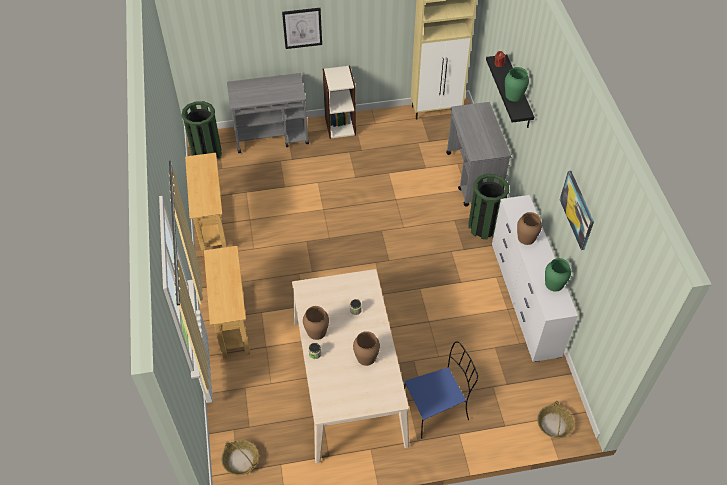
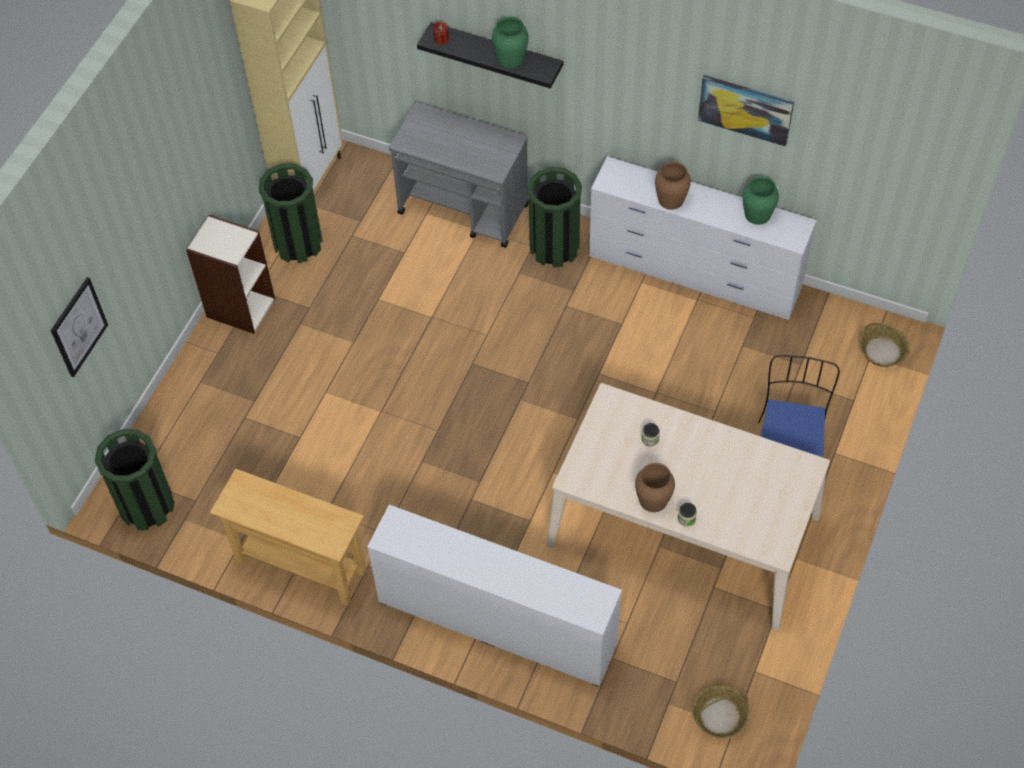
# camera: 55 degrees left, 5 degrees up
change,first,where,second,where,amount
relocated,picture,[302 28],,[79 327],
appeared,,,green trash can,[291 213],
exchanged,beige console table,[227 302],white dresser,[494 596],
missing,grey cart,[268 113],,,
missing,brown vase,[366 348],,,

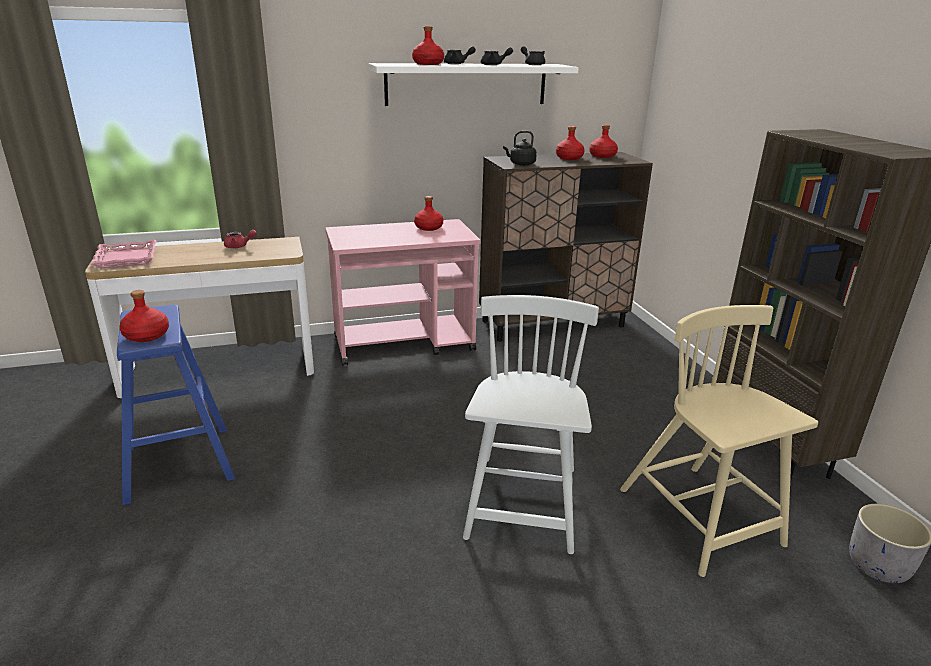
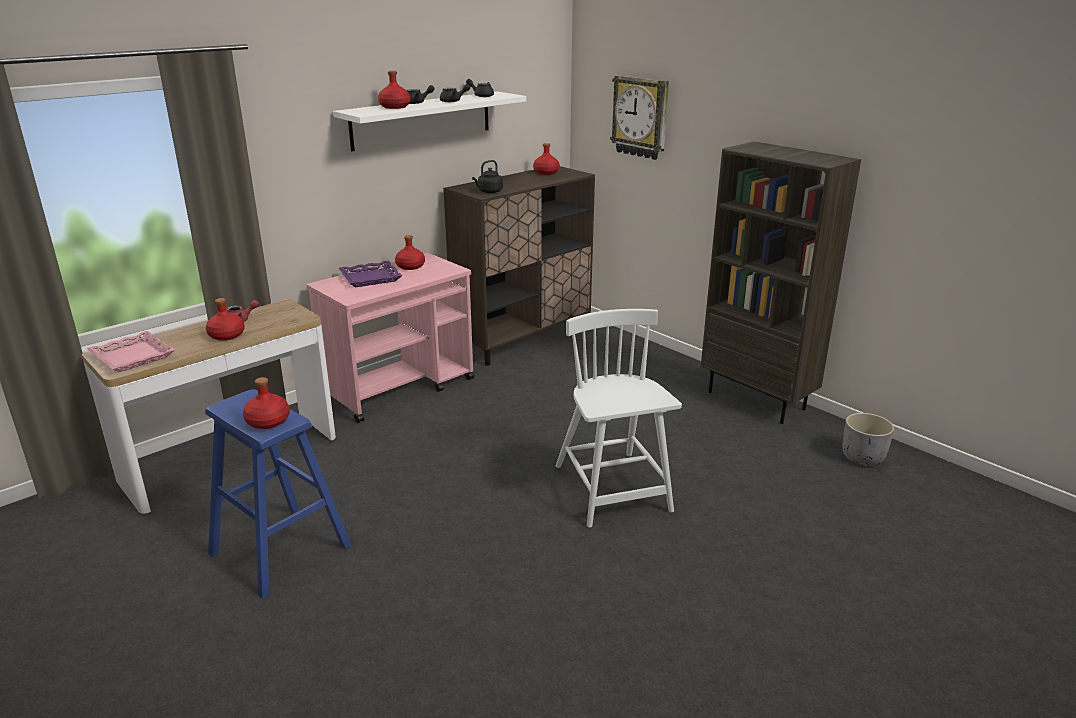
# camera: 25 degrees left, 0 degrees up
change,first,where,second,where,amount
relocated,red bottle,[570 143],,[225 319],
appeared,,,purple tray,[371 274],
appeared,,,wall clock,[639 117],
missing,beige chair,[719 441],,,

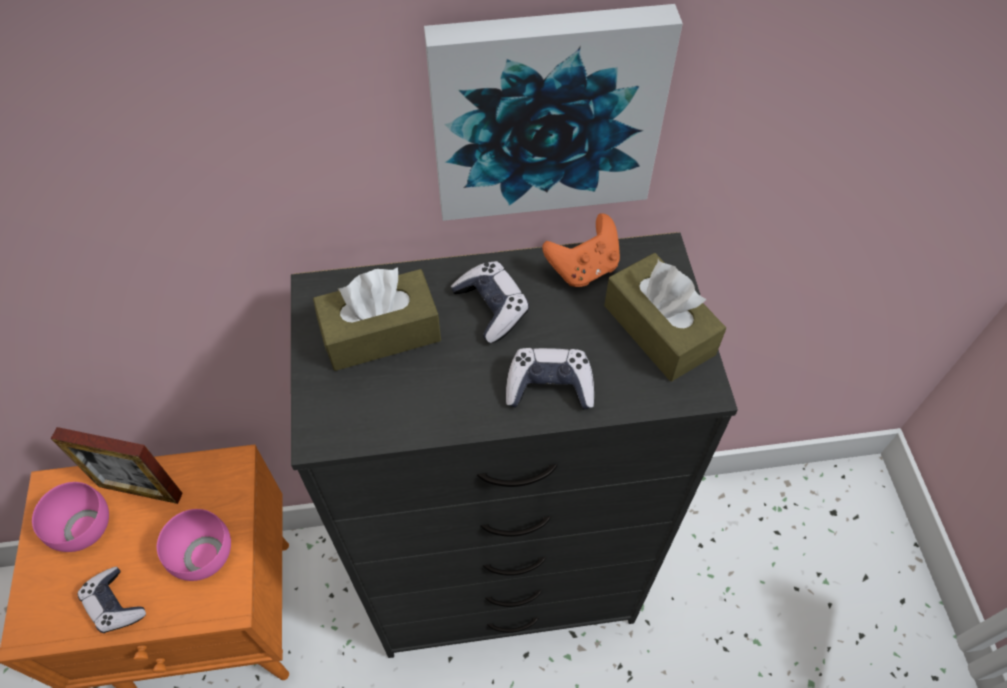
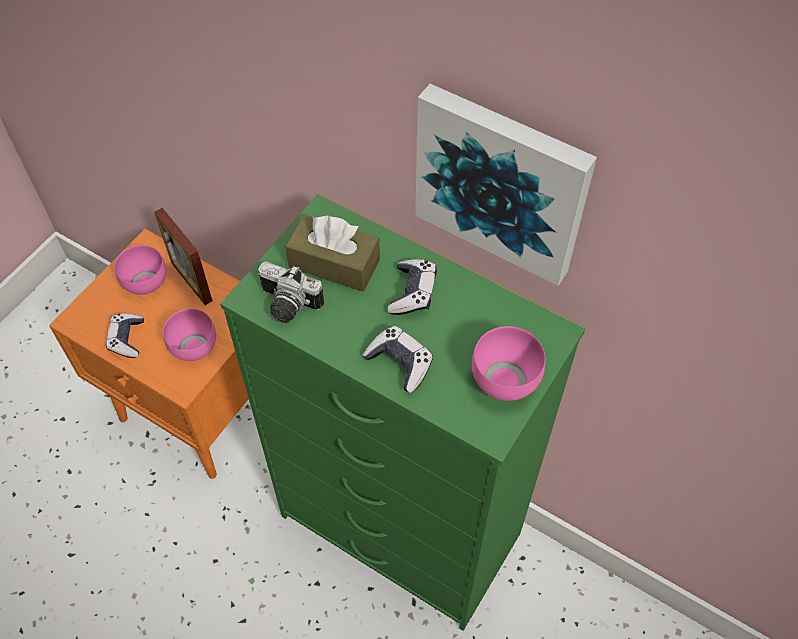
# camera: 40 degrees right, 0 degrees up
change,first,where,second,where,amount
colour,black dresser,[514 445],green dresser,[403 412],
appeared,,,photo camera,[291 292],
exchanged,brown tissue box,[665 317],pink bowl,[508 363],
missing,orange game controller,[581 250],,,

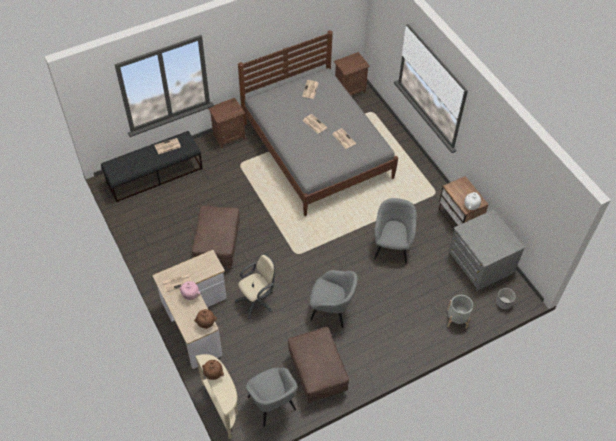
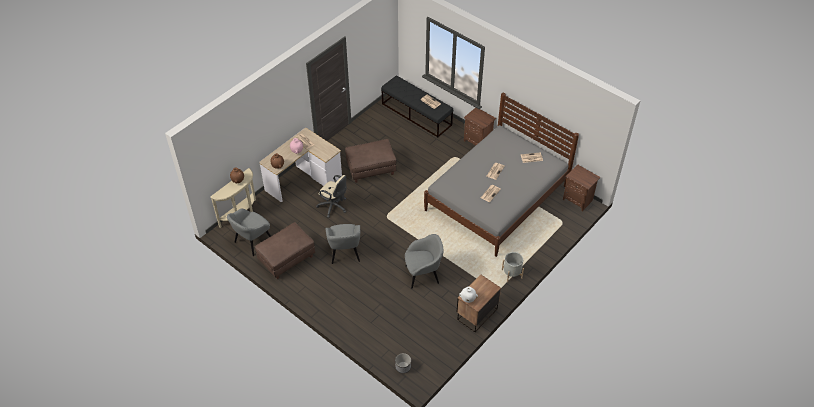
# camera: 70 degrees right, 5 degrees down
change,first,where,second,where,amount
relocated,grey planter,[460 312],,[513 267],
missing,grey dresser,[486 250],,,

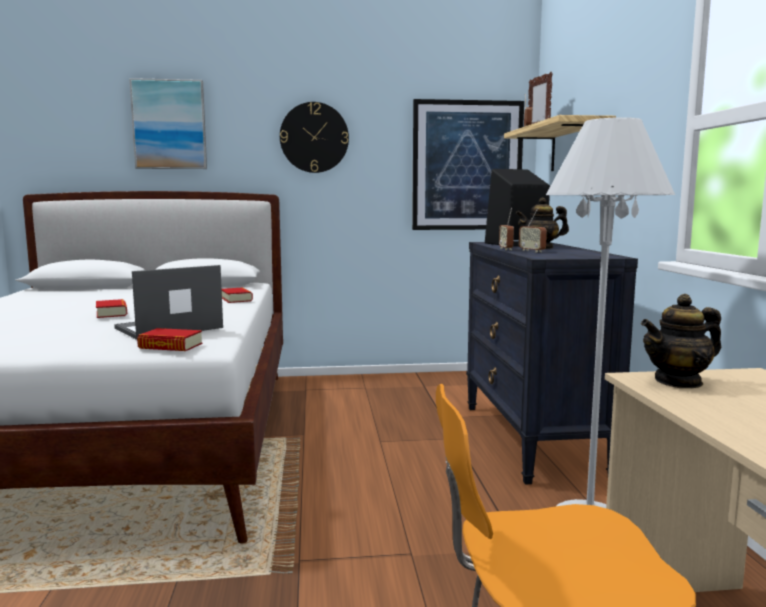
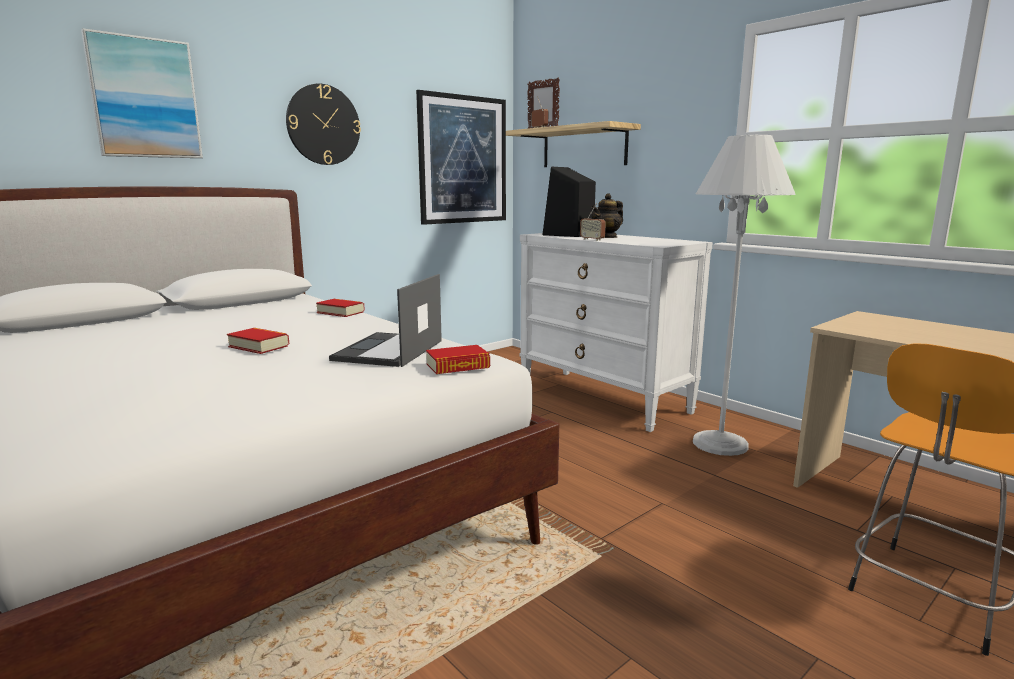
# camera: 35 degrees left, 5 degrees up
change,first,where,second,where,amount
colour,black dresser,[552 363],white dresser,[616 332],
missing,radio,[533 230],,,
missing,teapot,[681 341],,,

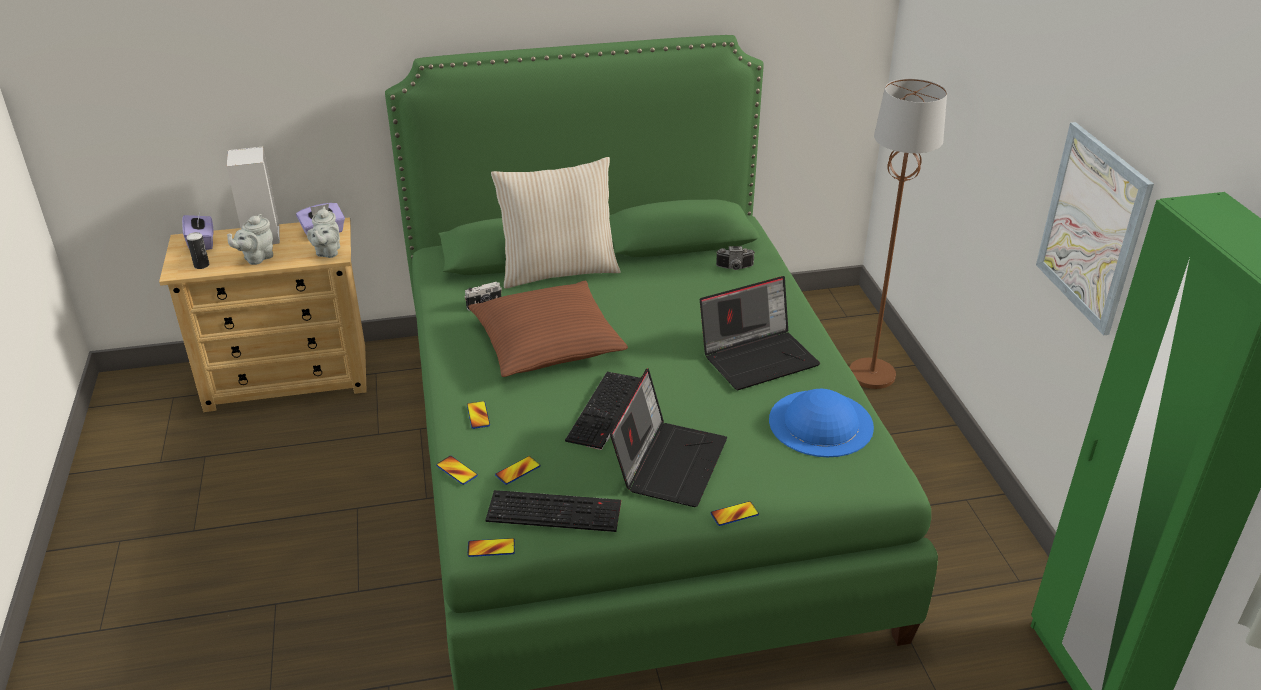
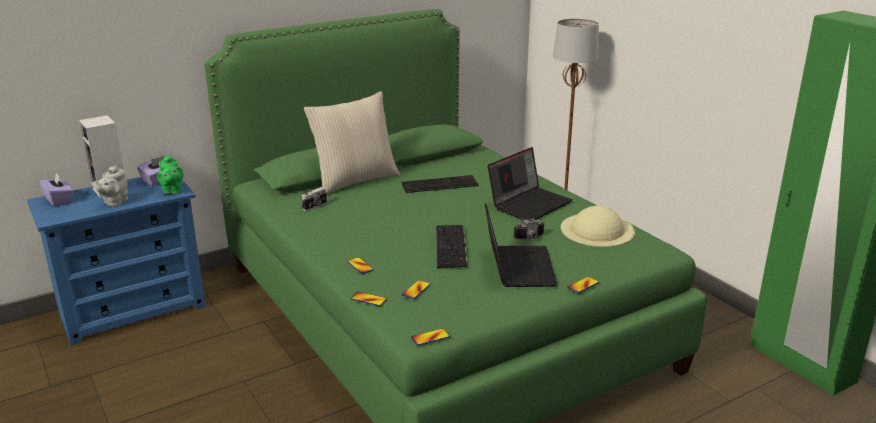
# camera: 20 degrees left, 10 degrees down
change,first,where,second,where,amount
colour,beige dresser,[263 314],blue dresser,[116 261],
colour,grey teapot,[323 232],green teapot,[170 174],
relocated,keyboard,[553 511],,[440 184],
relocated,photo camera,[735 258],,[529 229],
colour,blue hat,[821 423],beige hat,[598 226],
missing,can,[198 250],,,
missing,brown pillow,[548 329],,,
missing,picture,[1095 228],,,

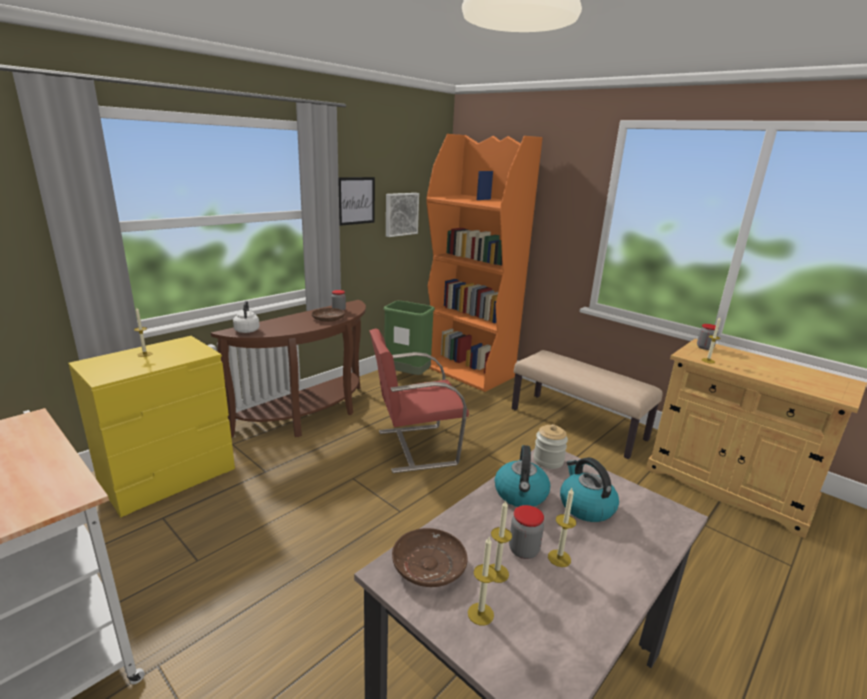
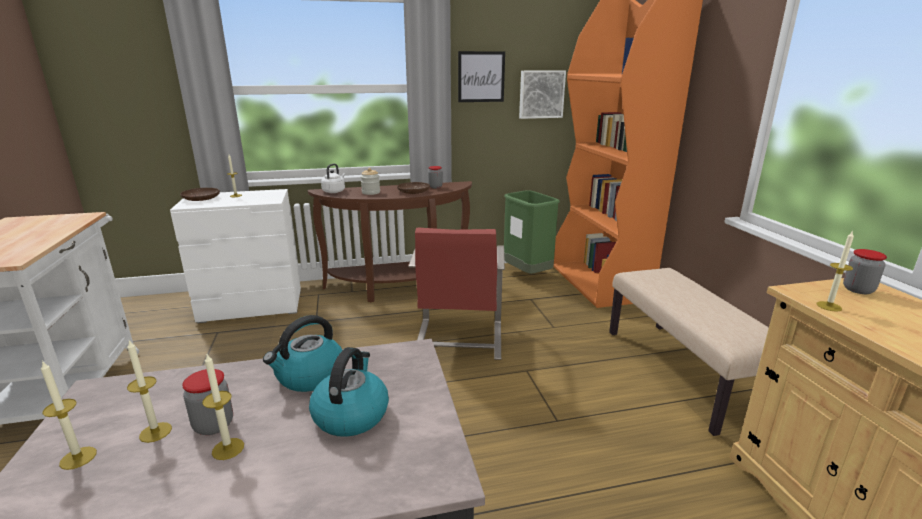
# camera: 35 degrees right, 0 degrees up
change,first,where,second,where,amount
colour,yellow dresser,[151 427],white dresser,[235 256],
relocated,brown plate,[430 557],,[200 194],
relocated,jar,[550 446],,[370 181],
spun,red chair,[419 400],,[457 294],105 degrees counterclockwise

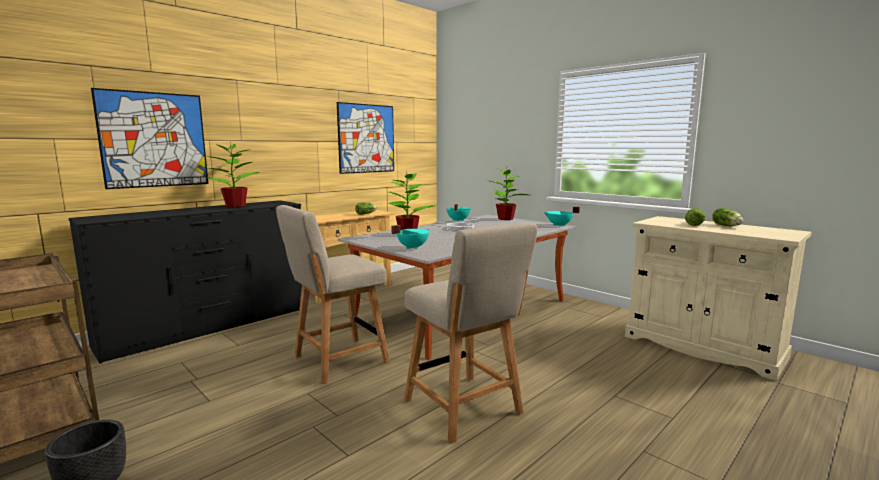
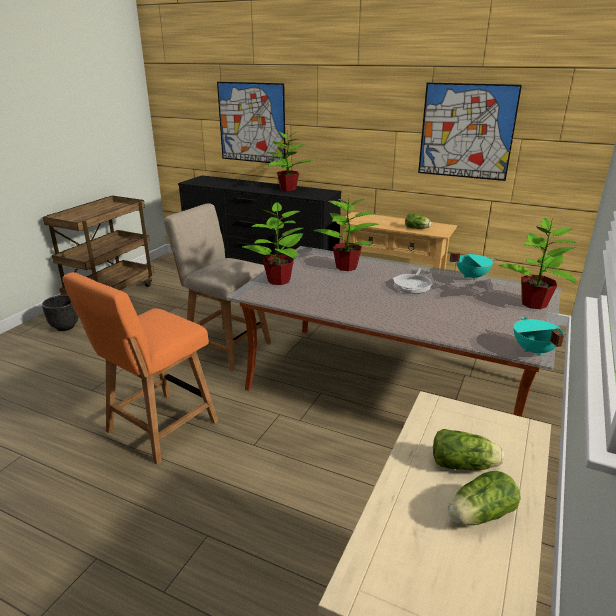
# camera: 70 degrees right, 15 degrees up
change,first,where,second,where,amount
colour,beige chair,[471 333],orange chair,[140 368],
exchanged,turquoise cooking pot,[410 237],potted plant,[272 243],

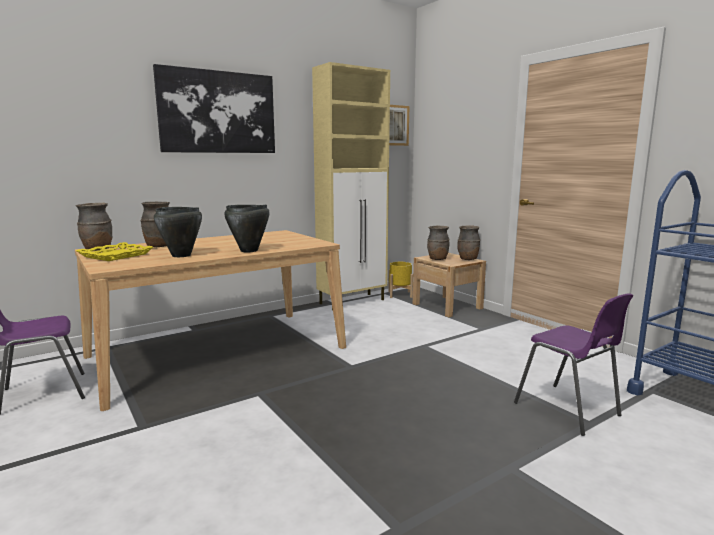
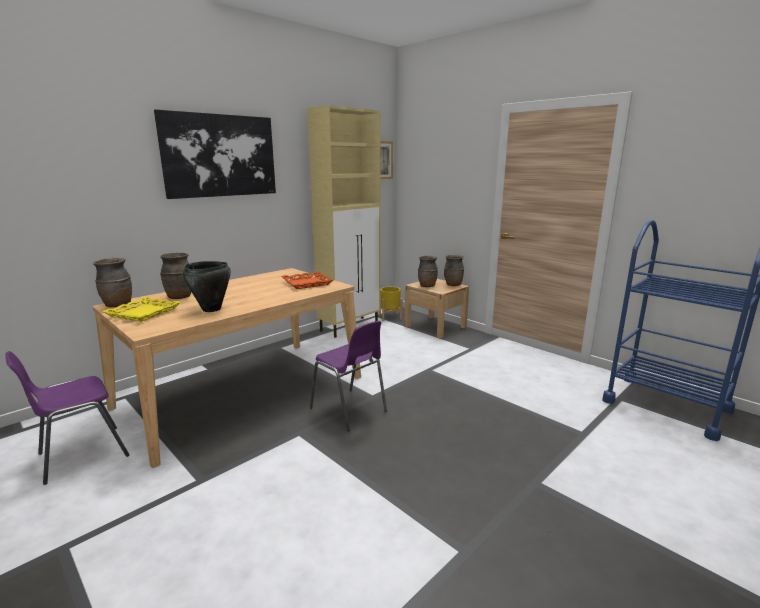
# camera: 10 degrees left, 5 degrees up
change,first,where,second,where,amount
appeared,,,orange tray,[307 280],
relocated,purple chair,[573 364],,[348 376],
missing,black cooking pot,[247 228],,,

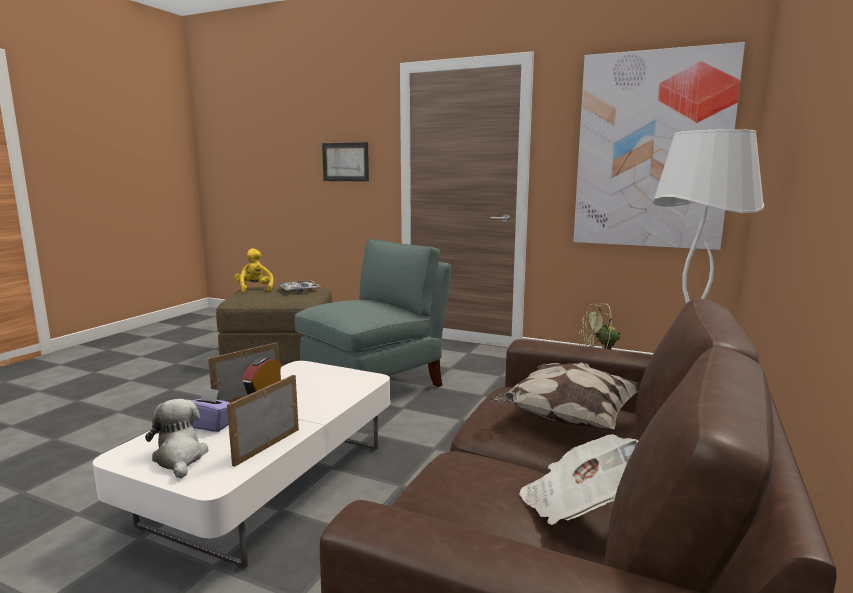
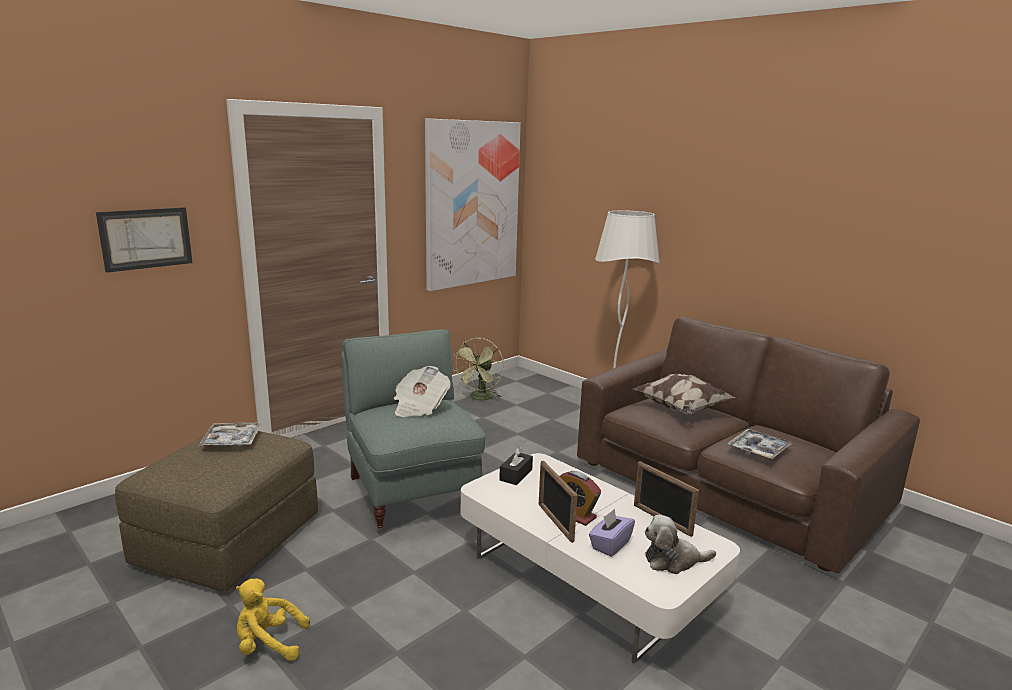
# camera: 70 degrees left, 5 degrees up
change,first,where,second,where,amount
relocated,yellow plush toy,[254 270],,[273 620],
relocated,newspaper,[579 479],,[422 391],
appeared,,,black tissue box,[516 466],
appeared,,,tray,[760 444],

